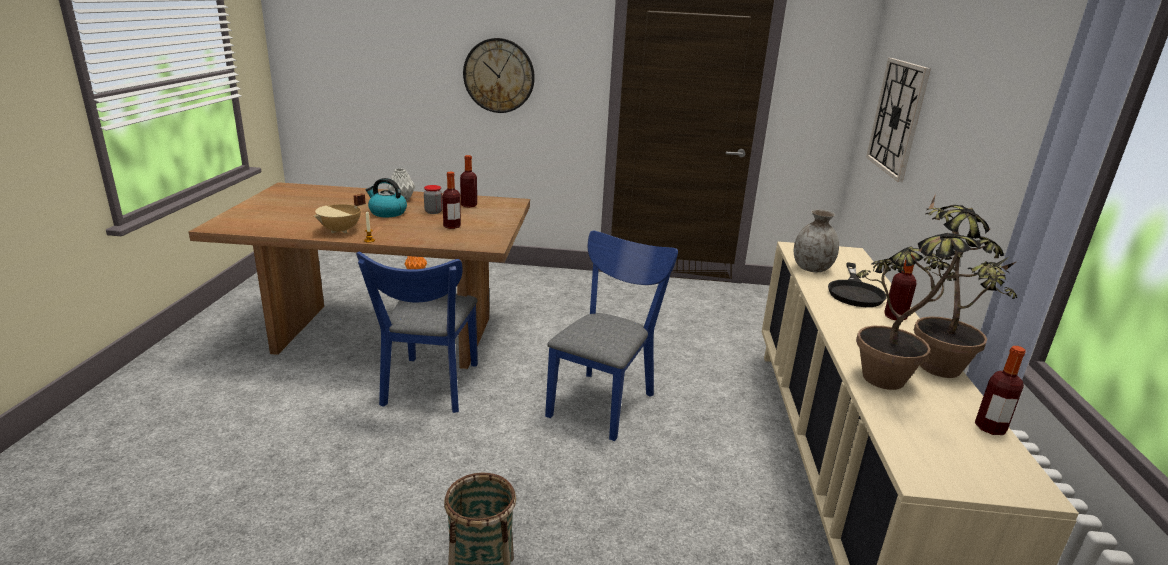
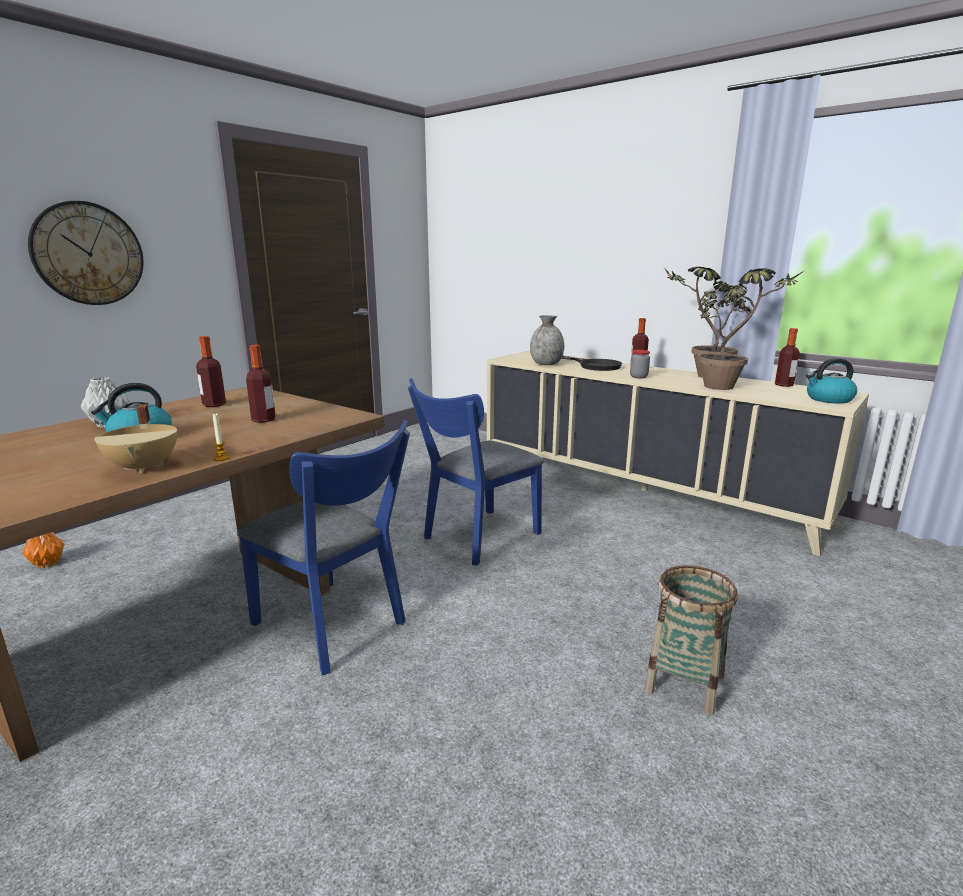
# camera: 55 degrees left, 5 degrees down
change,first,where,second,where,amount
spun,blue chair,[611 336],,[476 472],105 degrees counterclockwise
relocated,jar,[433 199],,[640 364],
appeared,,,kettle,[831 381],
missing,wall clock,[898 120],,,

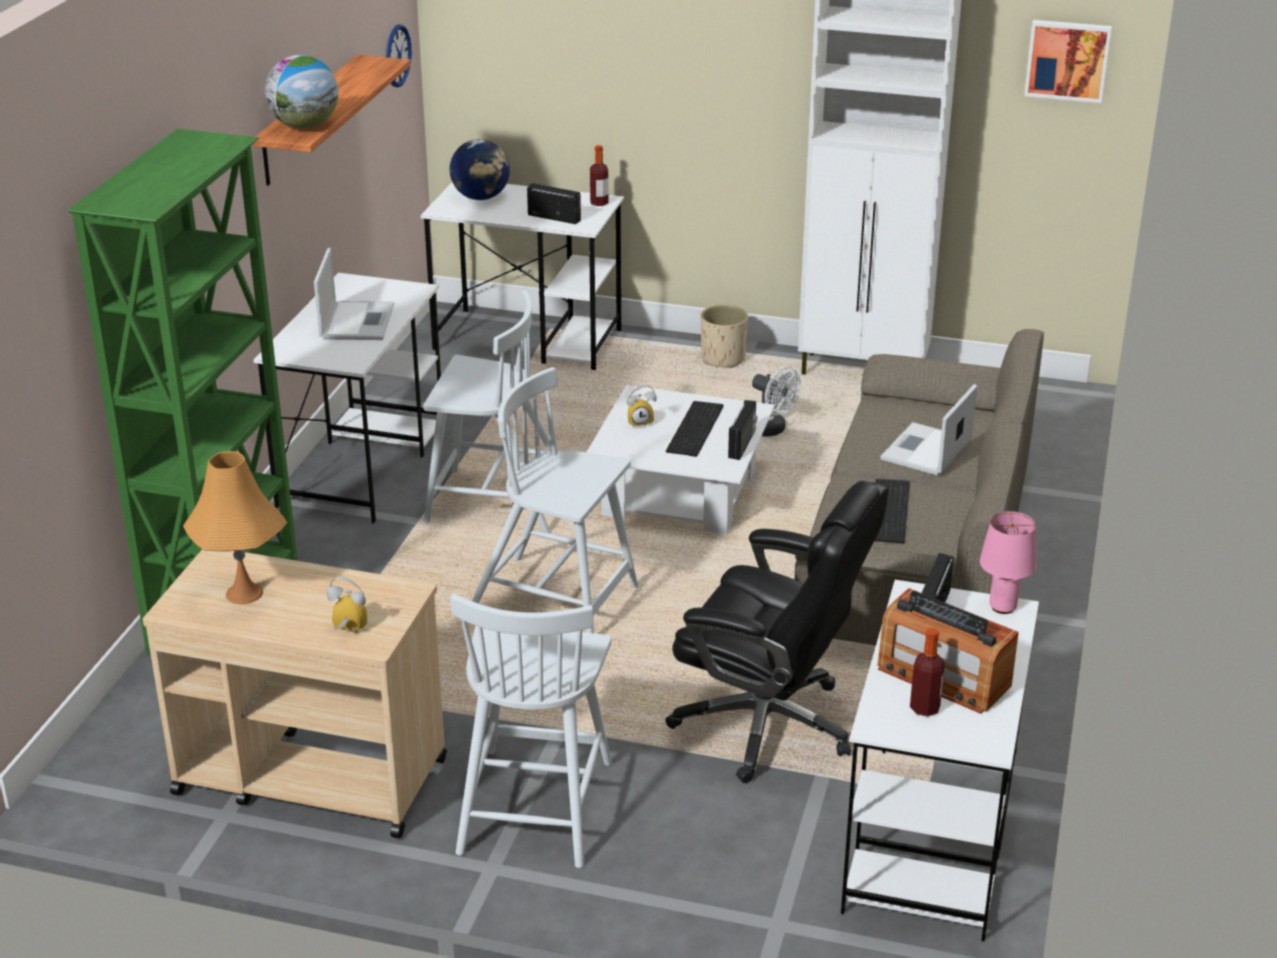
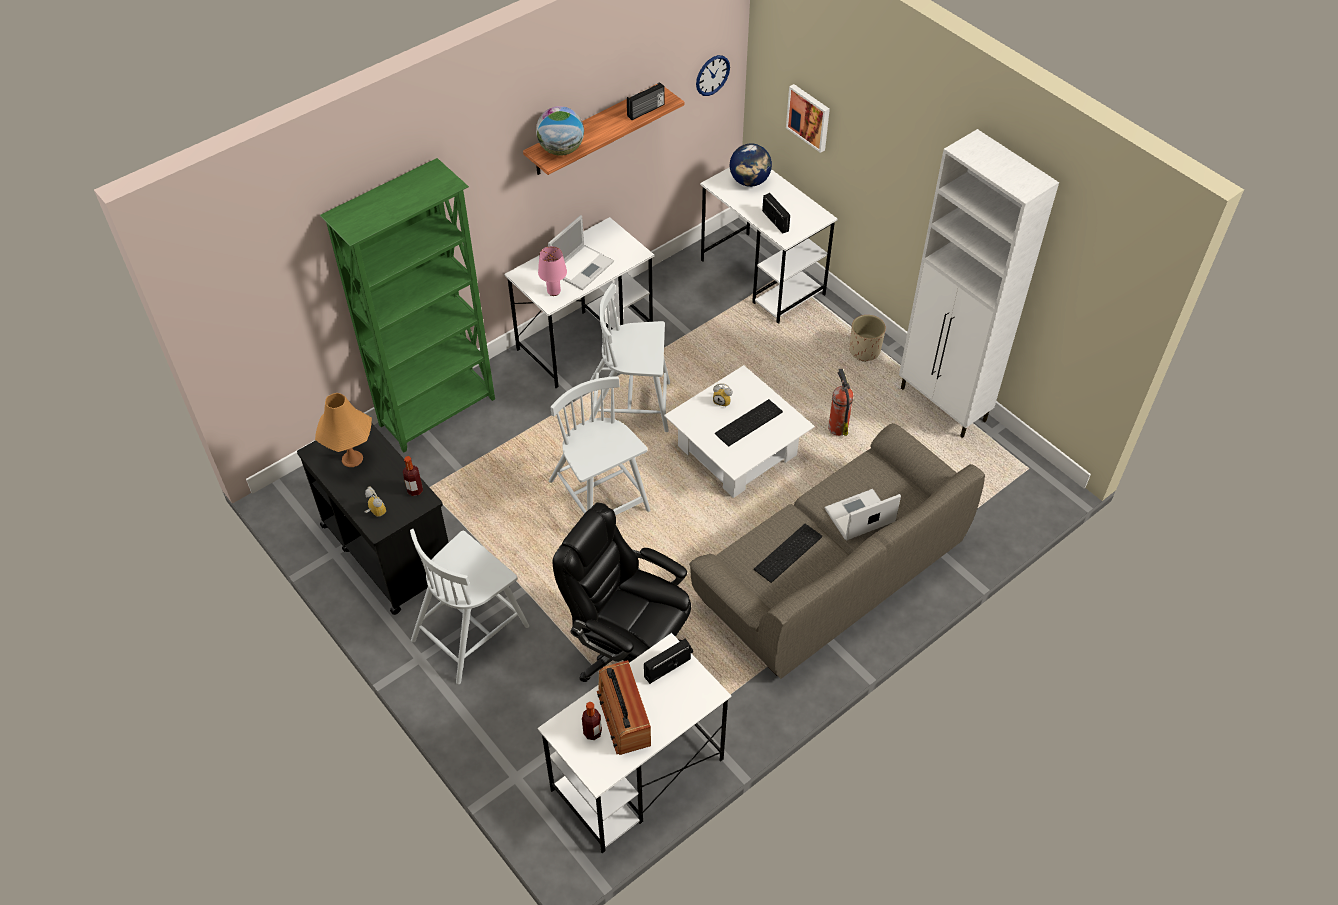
# camera: 35 degrees right, 20 degrees up
change,first,where,second,where,amount
colour,beige cart,[295 693],black cart,[373 519],
relocated,bottle,[599 175],,[413 476],
relocated,pink table lamp,[1008 562],,[552 271],
spun,black office chair,[777 632],,[623 592],150 degrees clockwise
spun,white chair,[487 412],,[629 357],135 degrees clockwise
relocated,radio,[743 430],,[646 101],
relocated,picture,[1068 61],,[808 118],
exchanged,white fan,[776 402],fire extinguisher,[841 402],

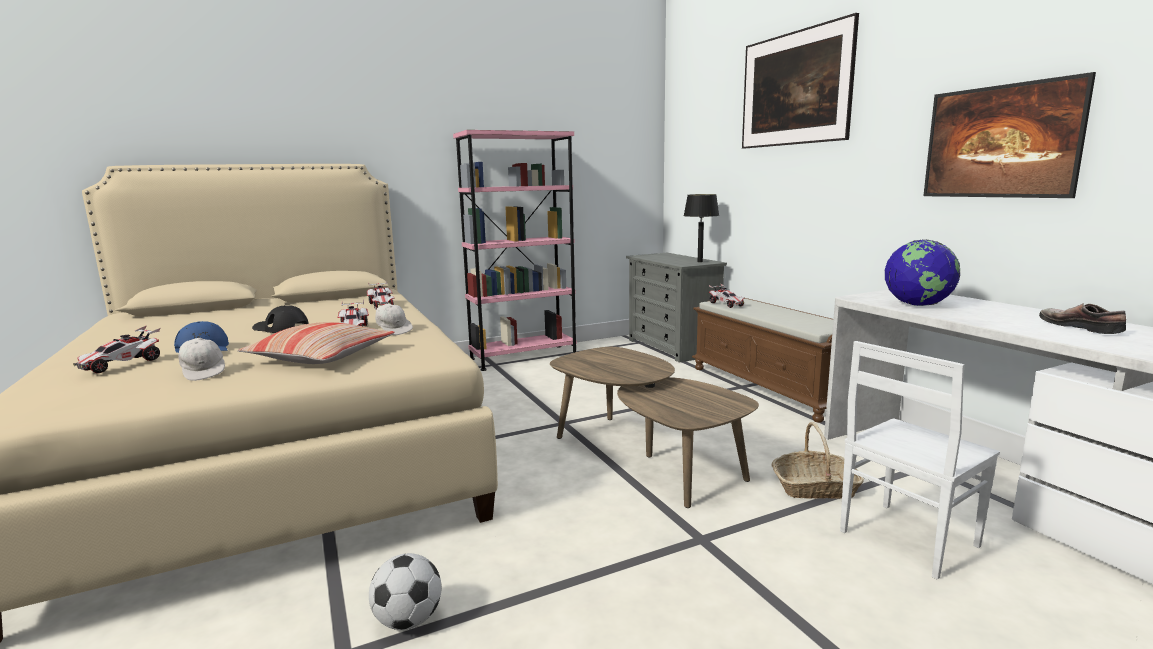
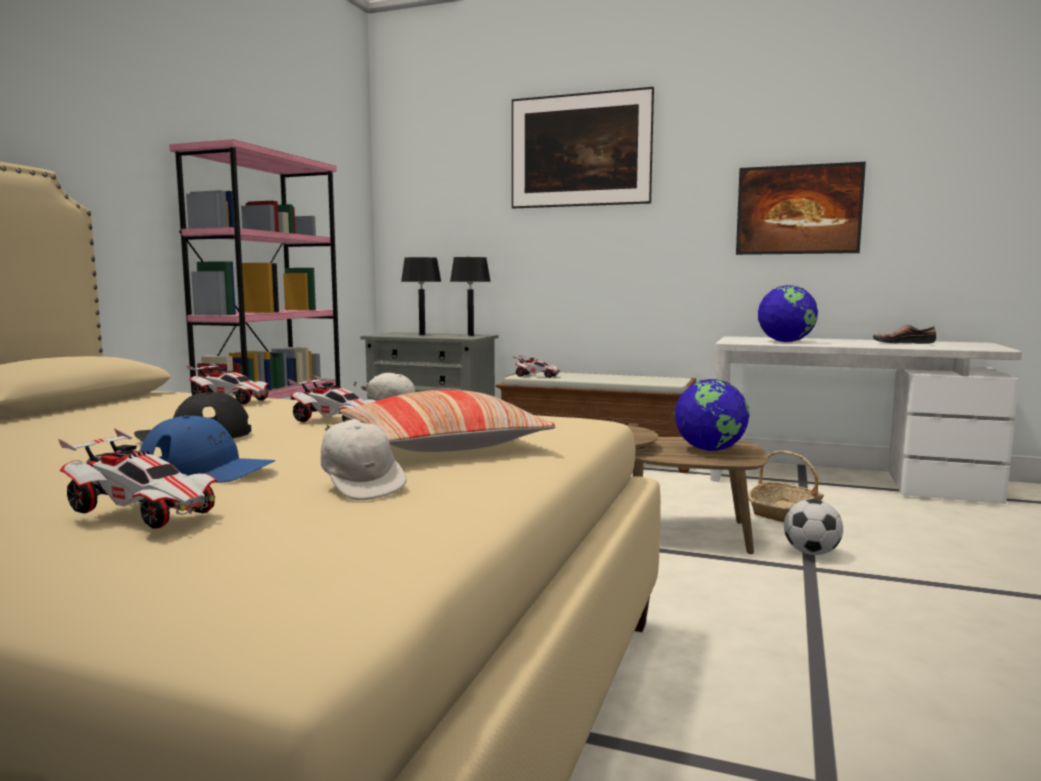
# camera: 45 degrees left, 5 degrees down
change,first,where,second,where,amount
spun,toy car,[116 349],,[137 479],45 degrees counterclockwise
spun,white cap,[201 359],,[363 459],45 degrees clockwise
appeared,,,black table lamp,[421 296],
appeared,,,globe,[711 415],
relocated,football,[405 591],,[813 527],
missing,white chair,[920 460],,,

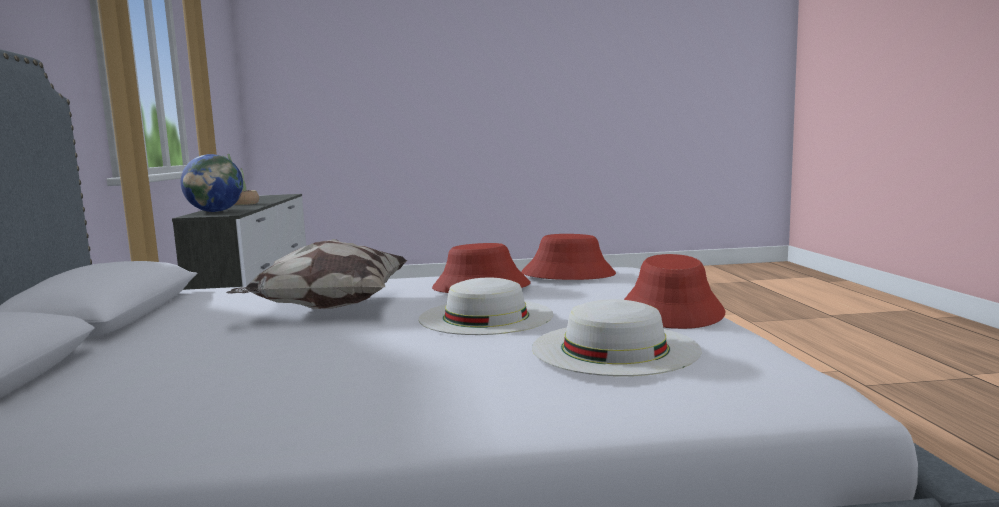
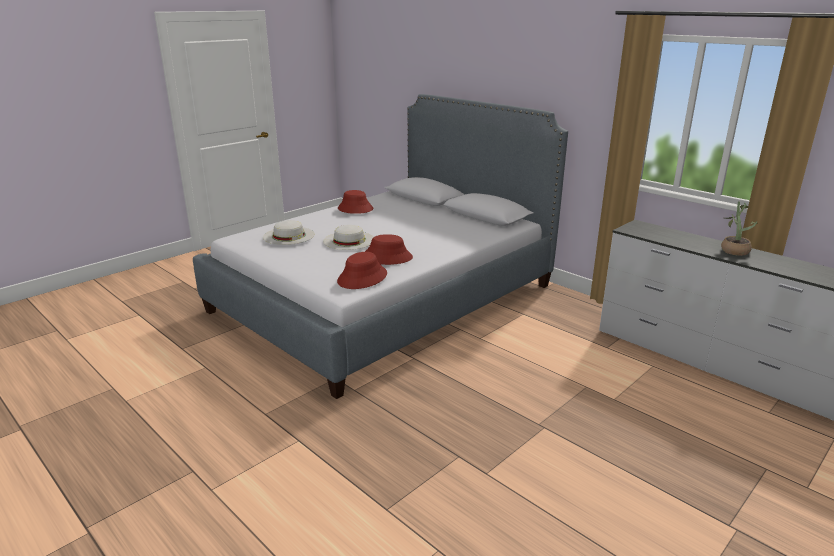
# camera: 140 degrees right, 15 degrees up
change,first,where,second,where,amount
relocated,red hat,[674 291],,[355 202],
missing,globe,[212 183],,,
missing,pillow,[317 274],,,

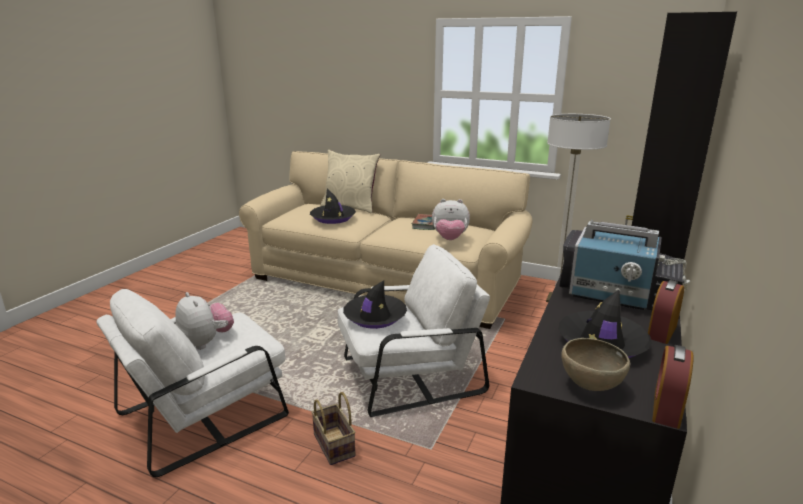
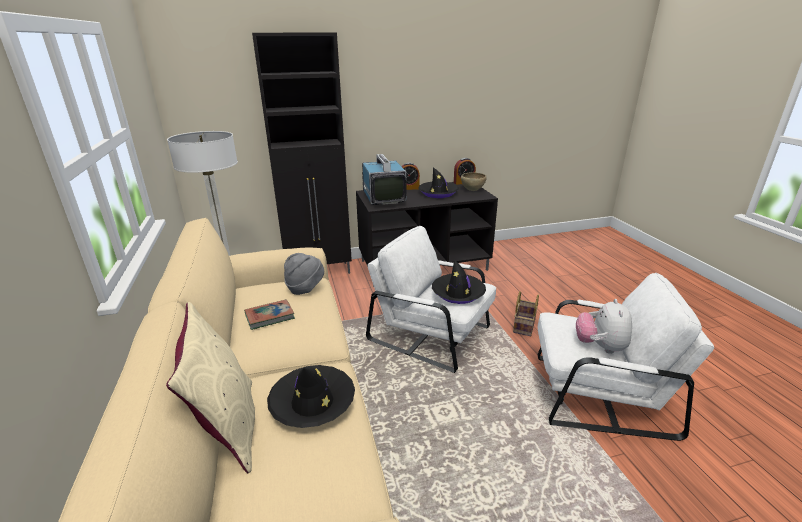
# camera: 130 degrees left, 5 degrees up
change,first,where,second,where,amount
exchanged,plush toy,[451 219],grey hat,[304 274],

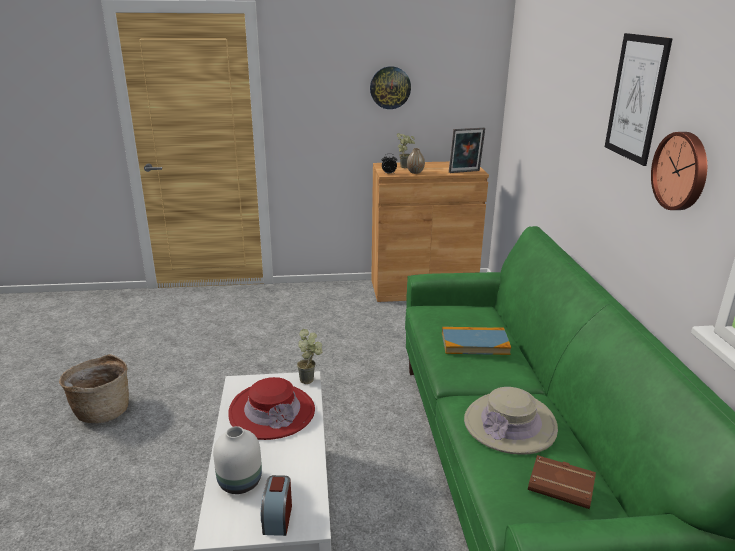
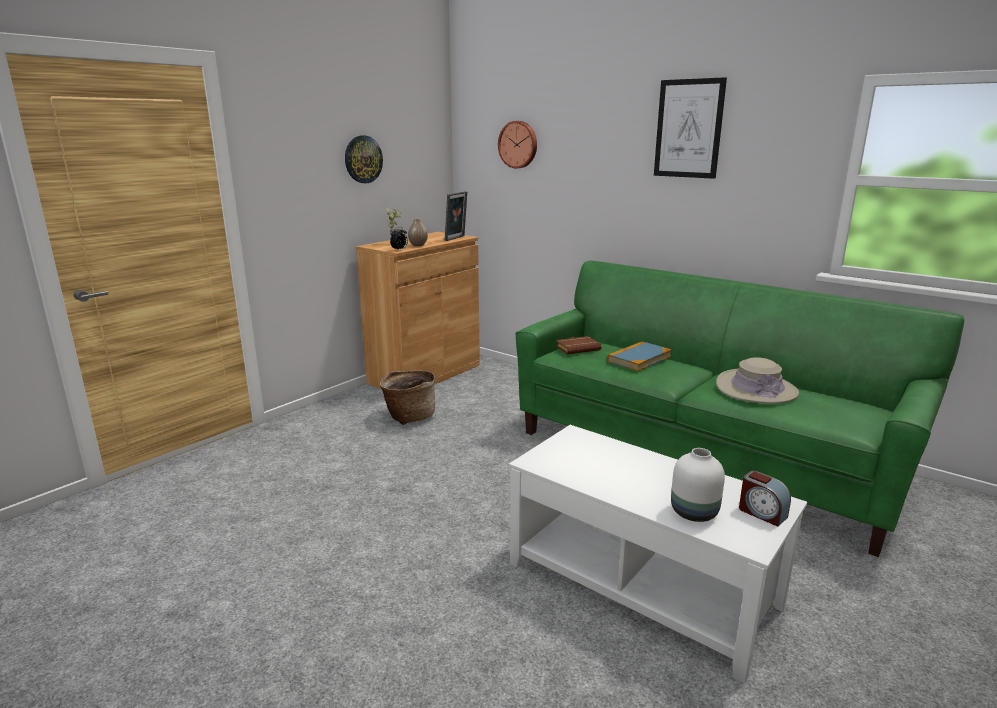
# camera: 45 degrees left, 5 degrees down
change,first,where,second,where,amount
relocated,basket,[94 388],,[407 397],
relocated,wall clock,[679 171],,[517 144],
relocated,brown book,[562 482],,[578 345],
missing,red hat,[271 408],,,
missing,potted plant,[309 356],,,

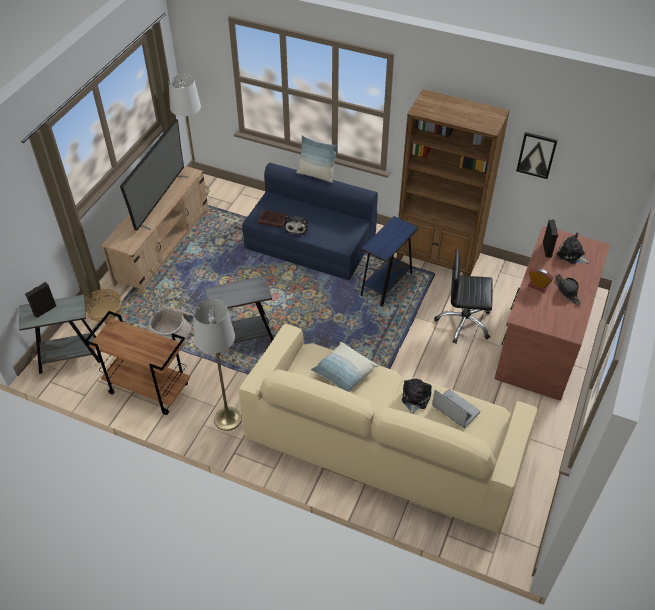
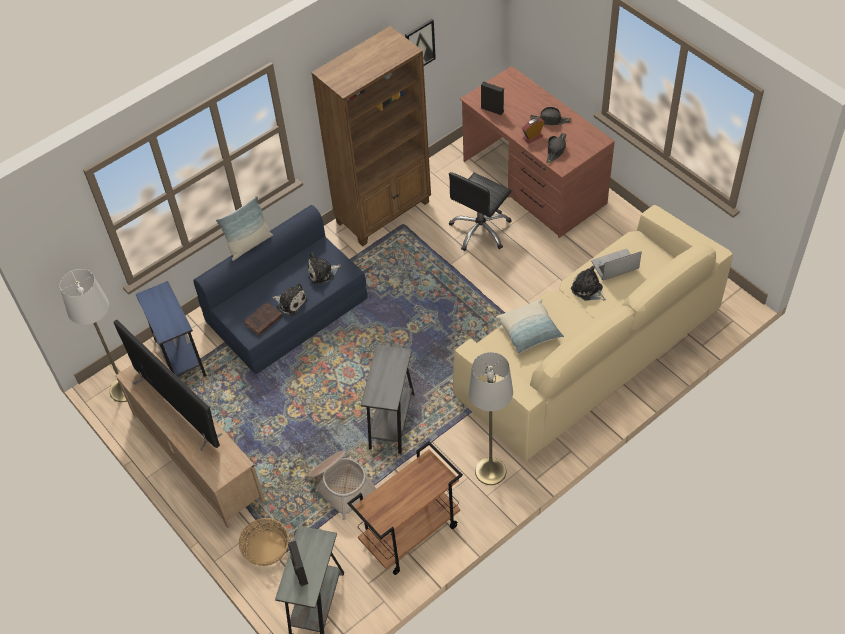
# camera: 60 degrees left, 5 degrees up
change,first,where,second,where,amount
relocated,blue side table,[389 261],,[171 329],
relocated,plush toy,[573 248],,[324 268],
appeared,,,black hat,[556 148],

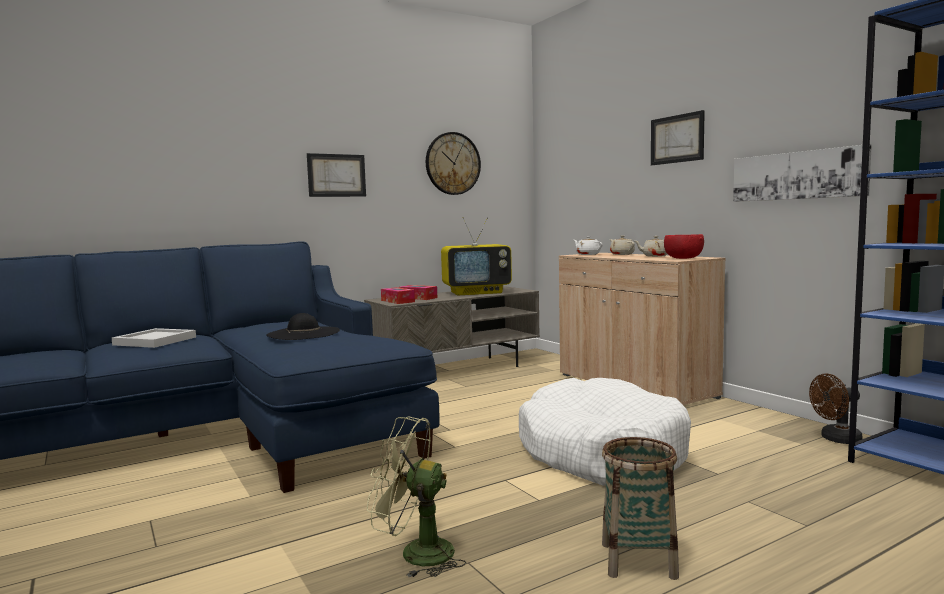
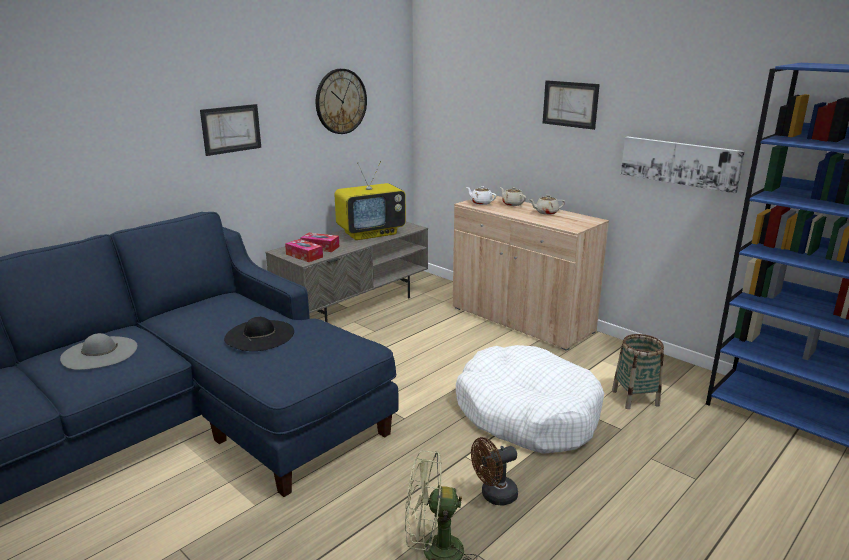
# camera: 15 degrees left, 15 degrees up
change,first,where,second,where,amount
exchanged,white tray,[154 338],grey hat,[98 351],
relocated,brown fan,[836 408],,[494 471],
relocated,basket,[640 508],,[638 371],
missing,red bowl,[684 246],,,

